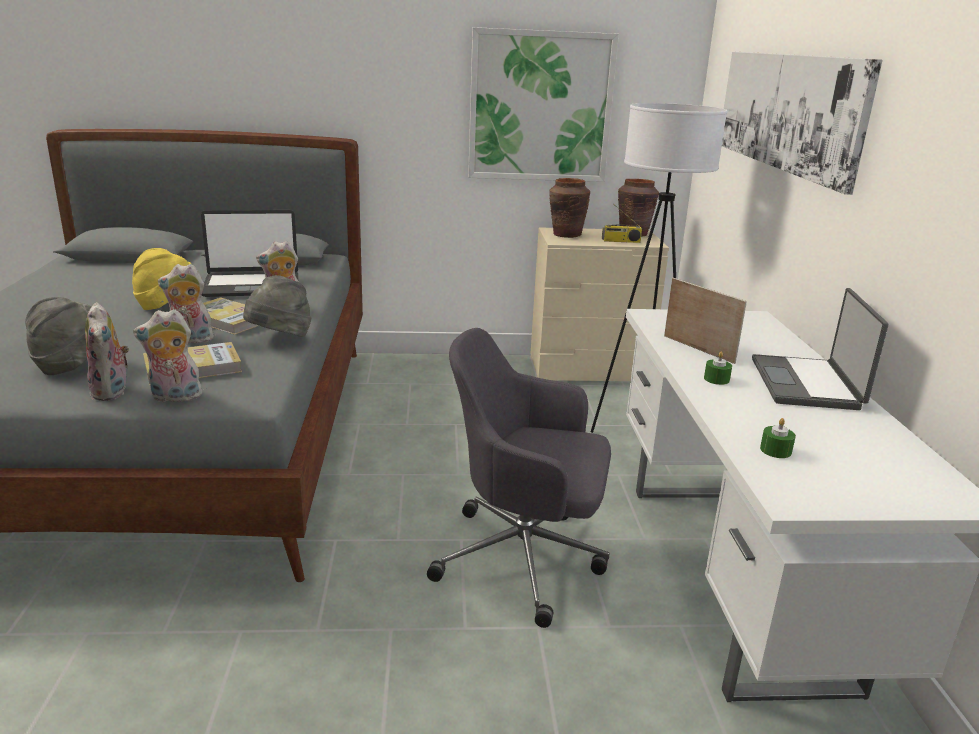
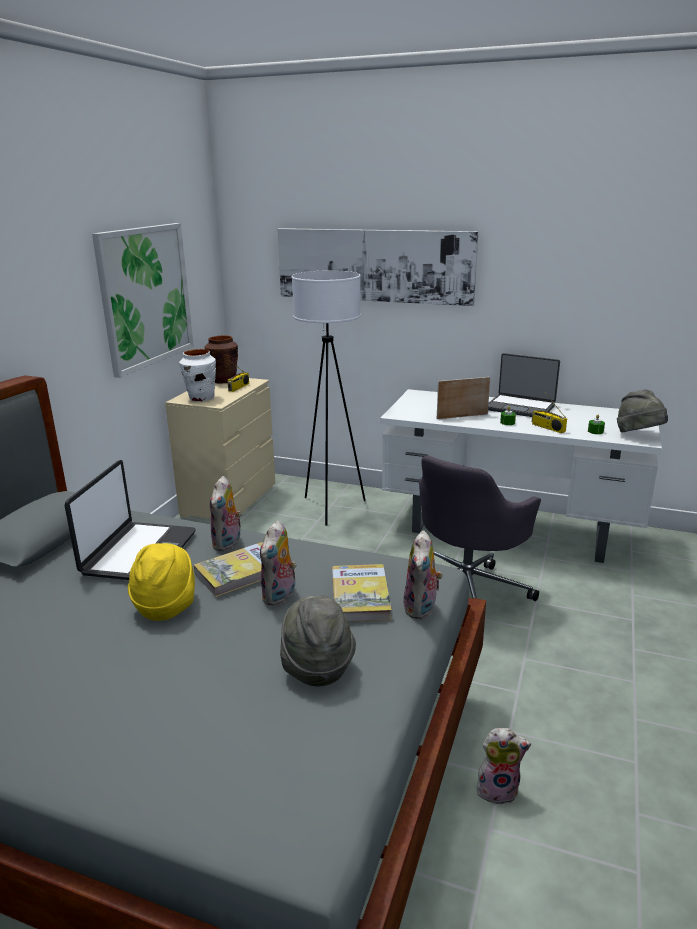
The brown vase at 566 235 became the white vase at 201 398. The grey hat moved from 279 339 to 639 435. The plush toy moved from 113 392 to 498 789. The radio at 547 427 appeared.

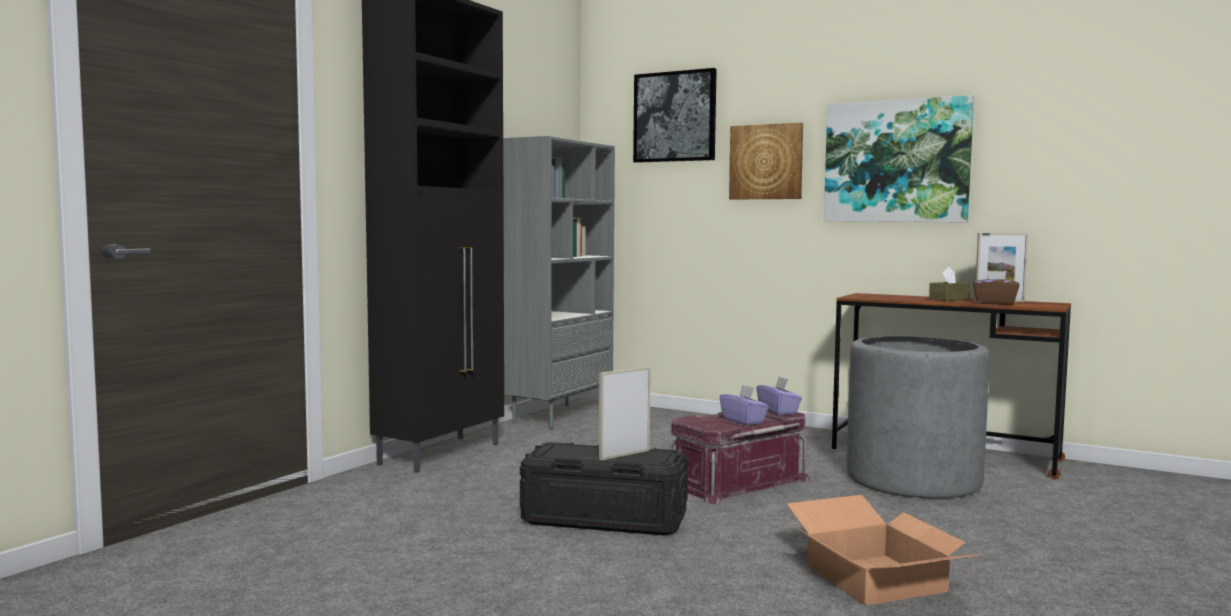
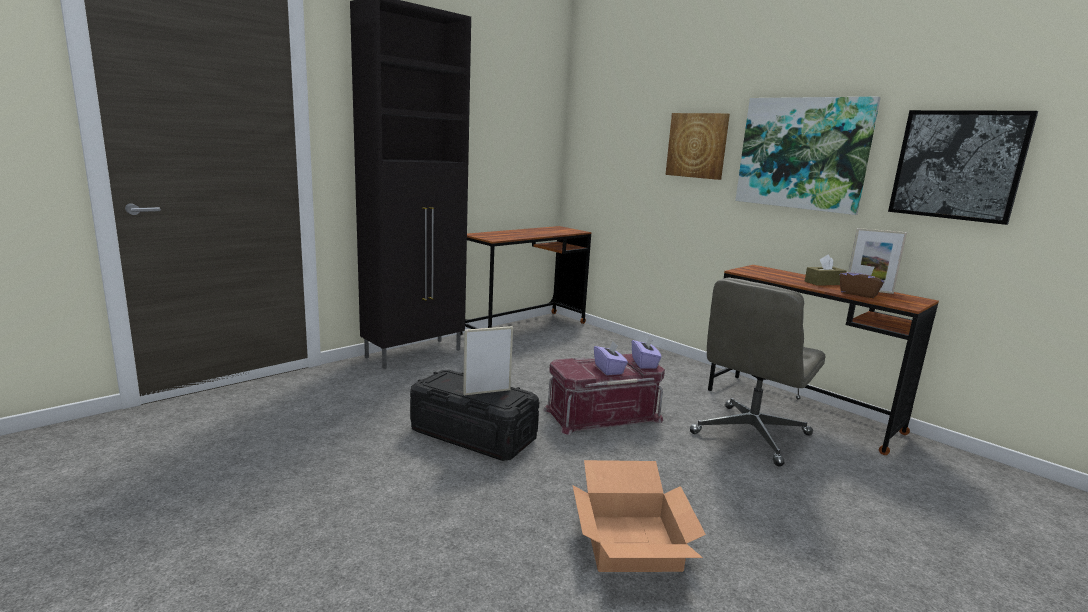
The picture moved from 675 117 to 958 165. The grey bookcase at 558 416 was replaced by the brown desk at 524 328. The grey planter at 912 480 was replaced by the grey office chair at 750 435.

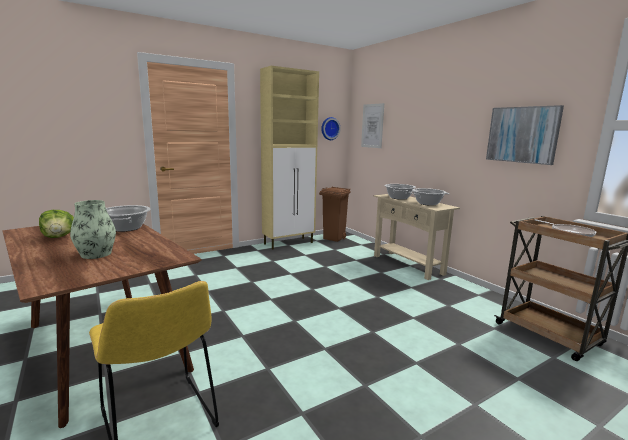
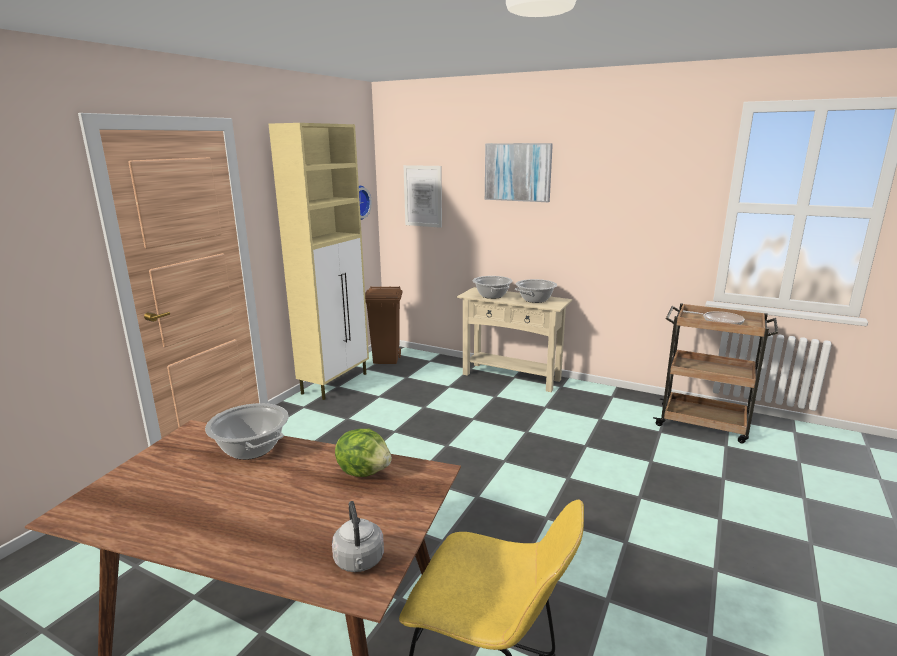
The picture moved from 522 134 to 518 172. The vase at 96 254 disappeared. The lettuce moved from 59 237 to 364 471. The grey kettle at 359 562 appeared.

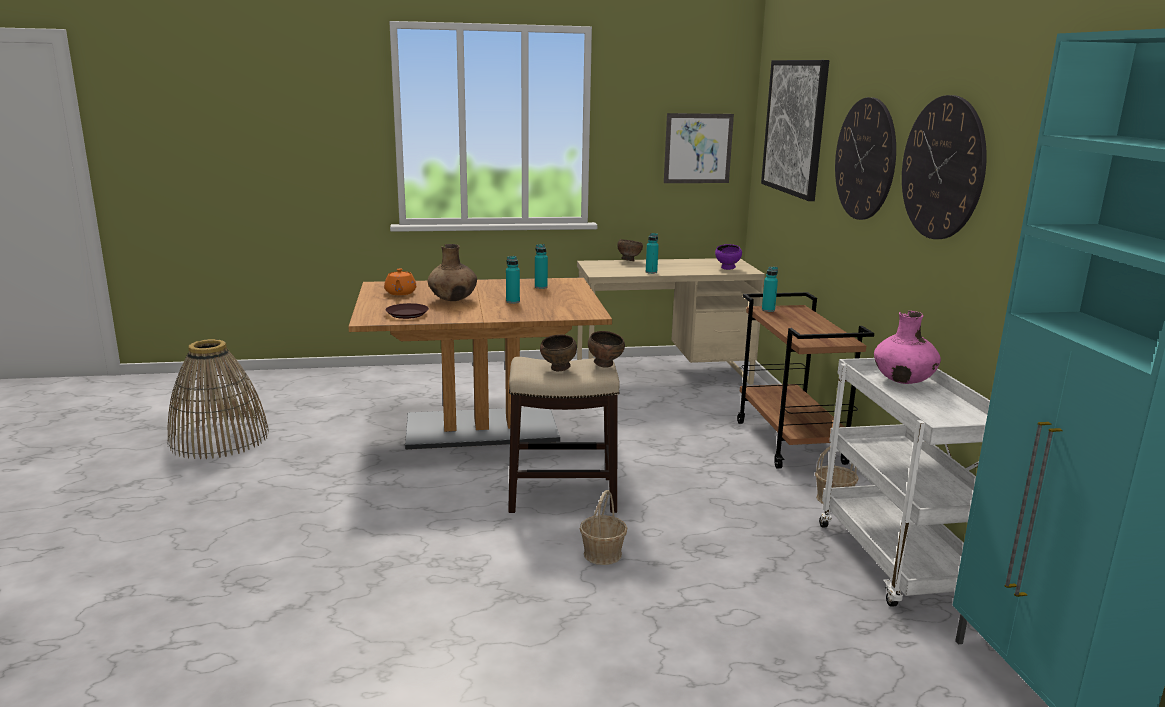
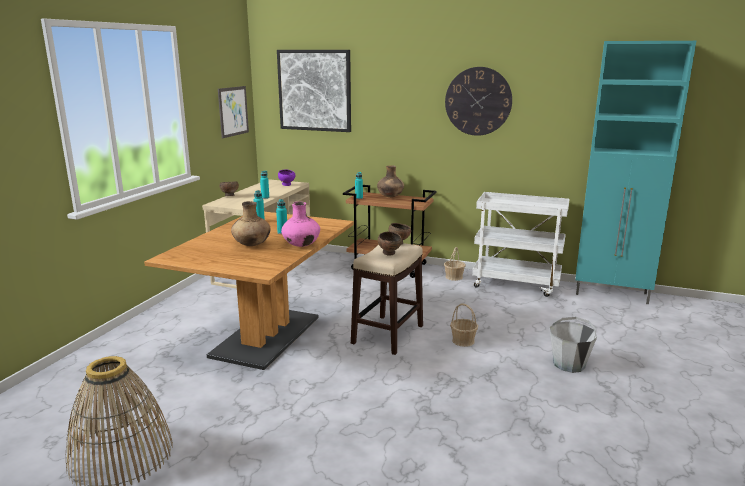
The wall clock at 865 159 disappeared. The orange teapot at 400 293 disappeared. The brown plate at 406 314 disappeared. The pink vase moved from 903 381 to 301 245. The brown vase at 390 197 appeared. The grey bucket at 569 364 appeared.

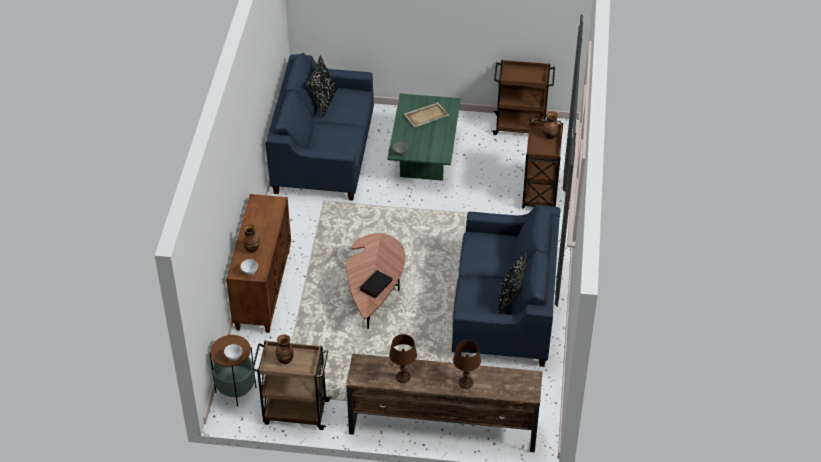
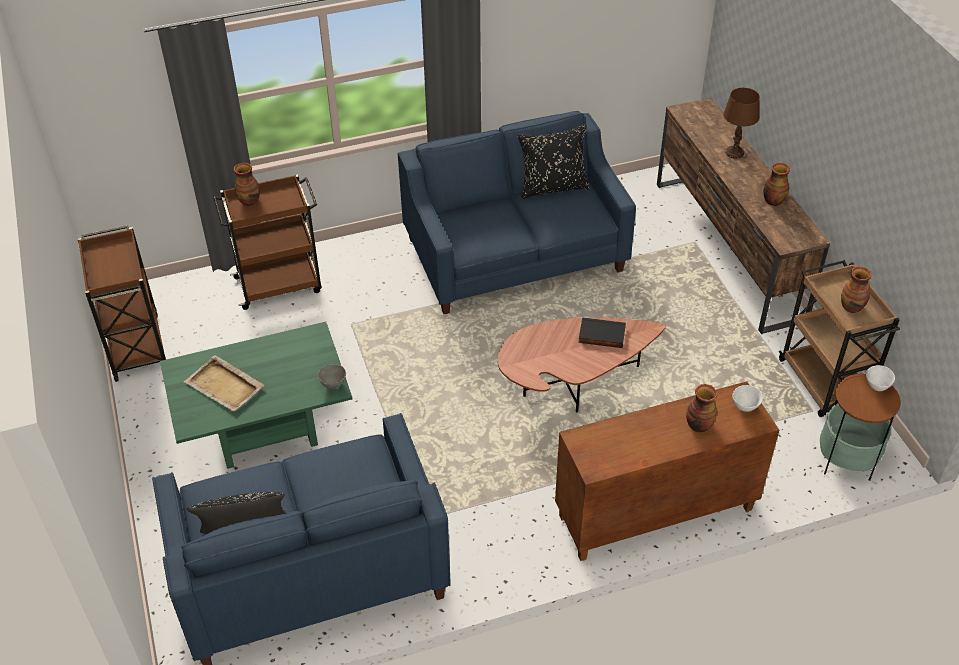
The brown table lamp at 403 377 was replaced by the vase at 773 201.

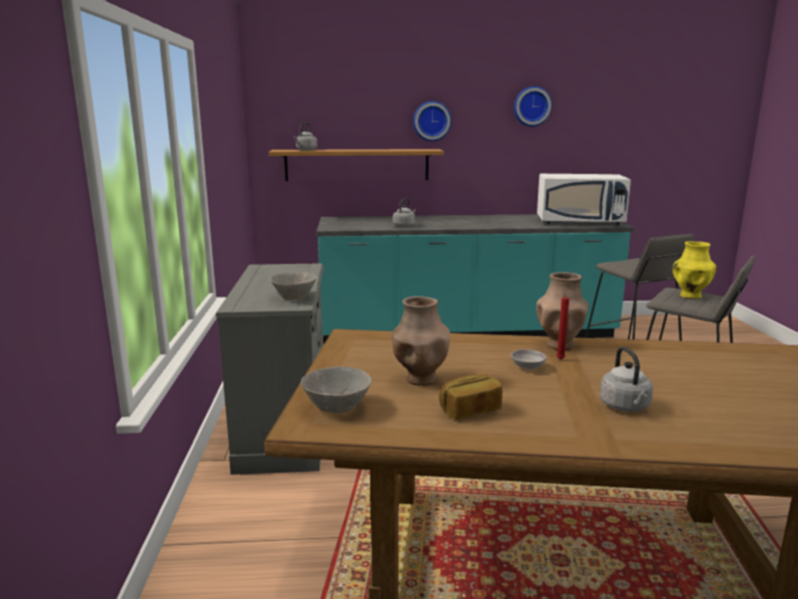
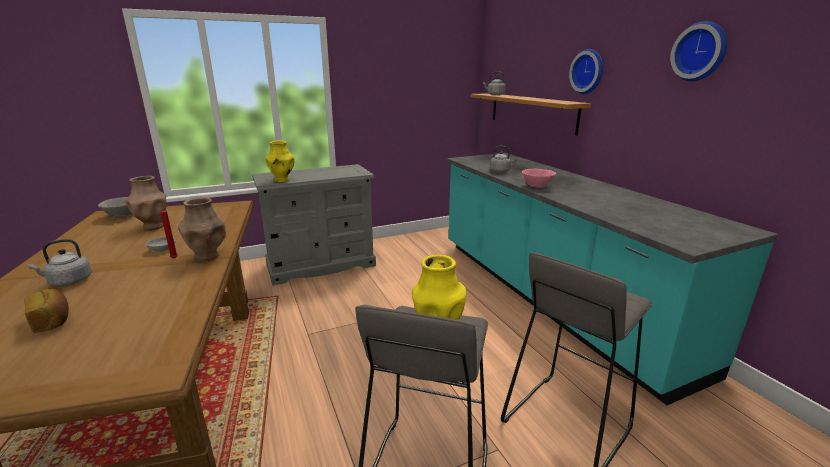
The white microwave at 580 222 disappeared. The grey bowl at 294 297 was replaced by the yellow vase at 282 180. The bread moved from 470 410 to 52 321. The pink bowl at 536 186 appeared.

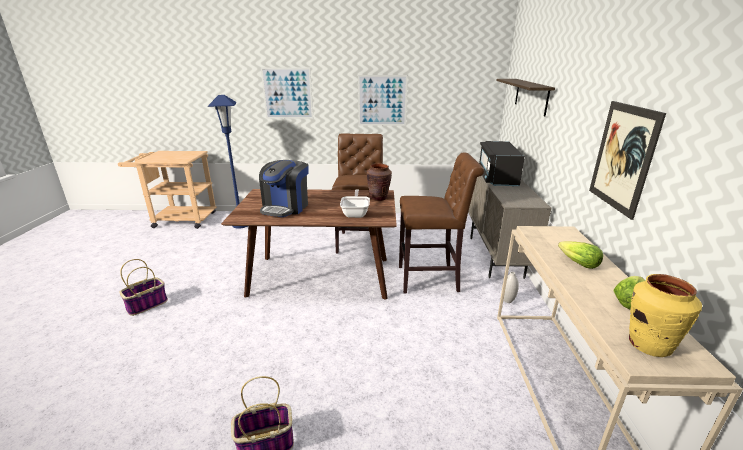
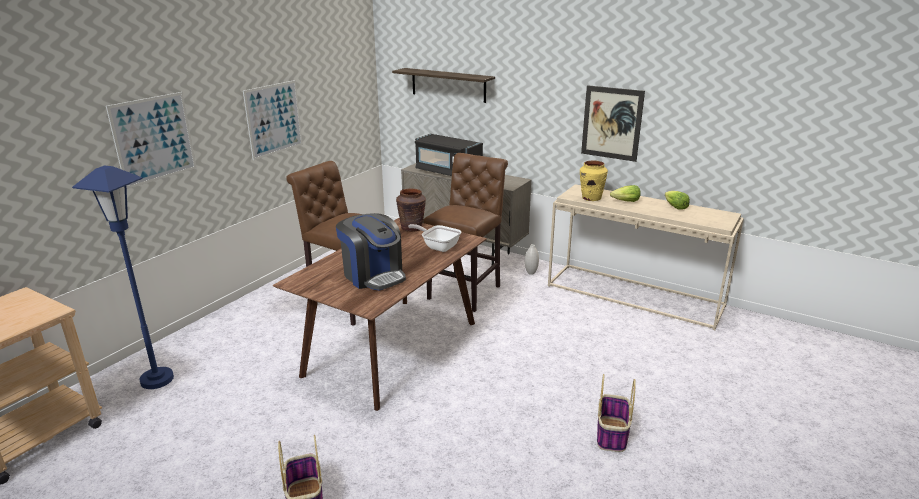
The yellow vase moved from 648 344 to 591 198.

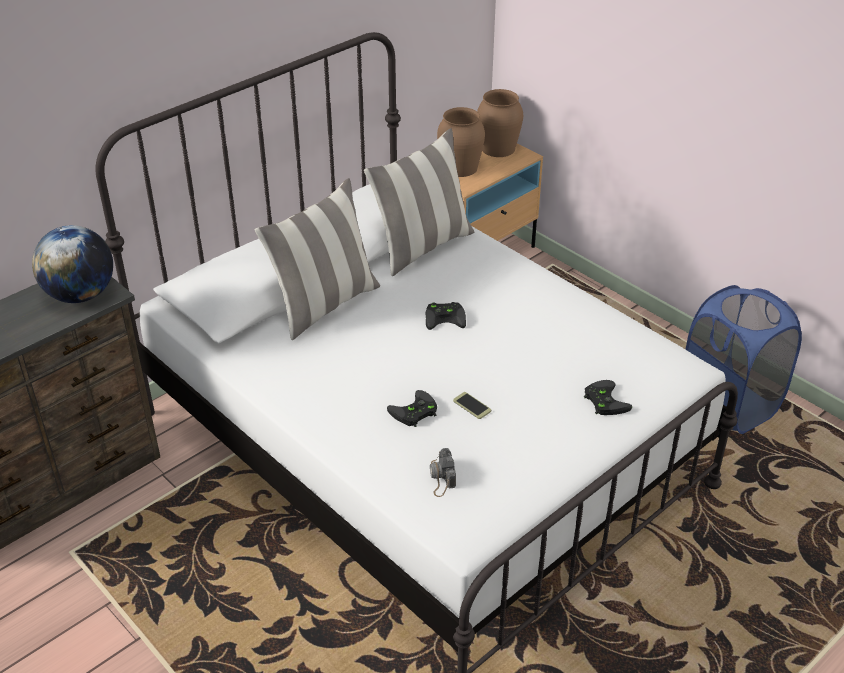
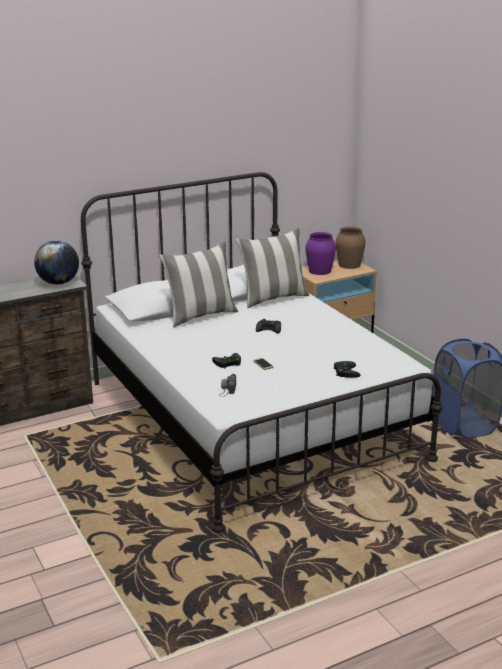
The brown vase at 459 168 became the purple vase at 319 271.

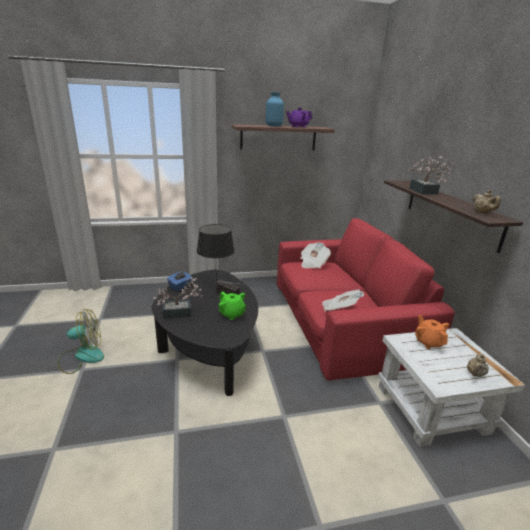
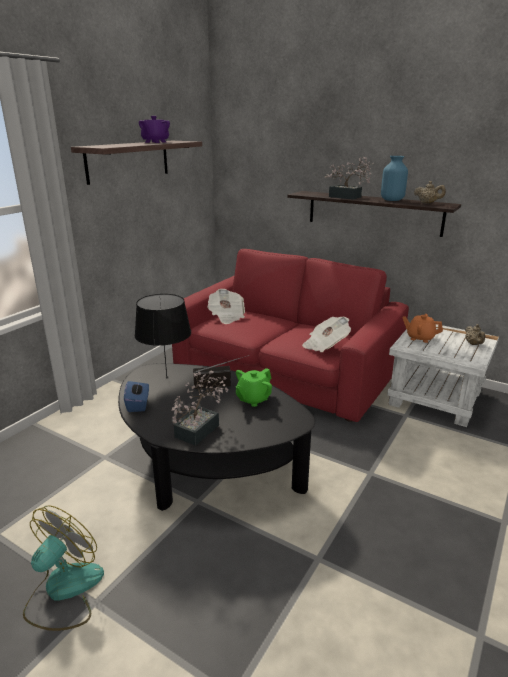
The blue vase moved from 273 126 to 391 200. The green teapot at 232 314 turned 135 degrees clockwise.

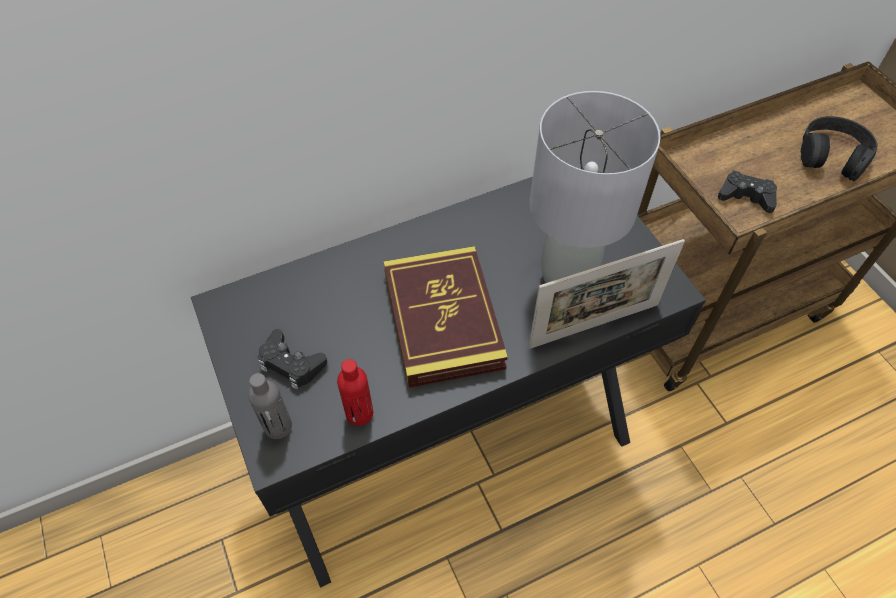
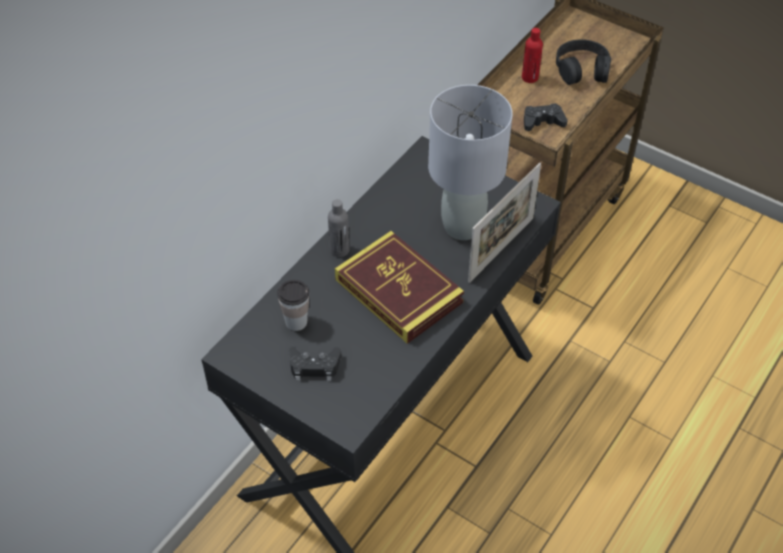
The red bottle moved from 359 413 to 530 77. The grey bottle moved from 278 426 to 339 250. The cup at 296 322 appeared.

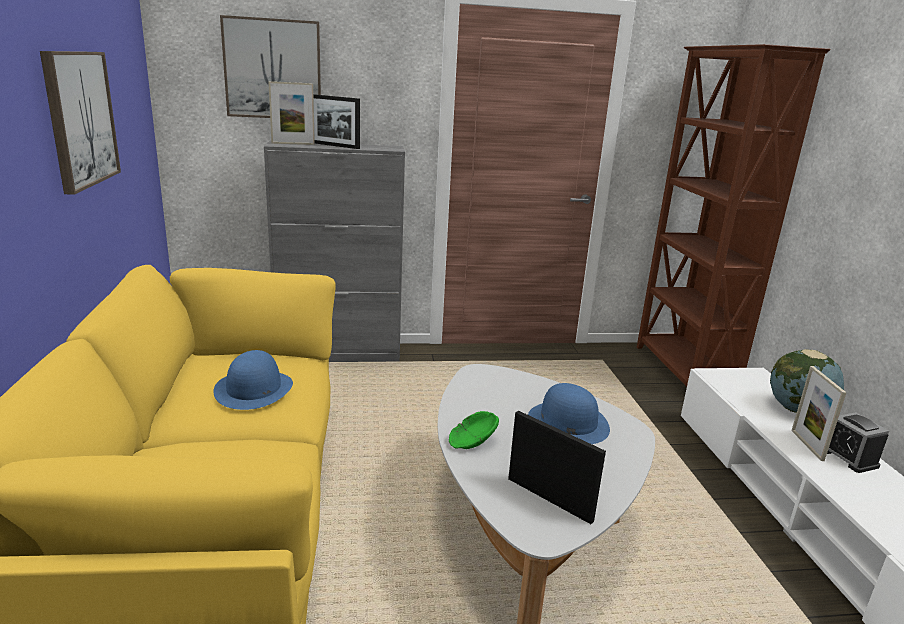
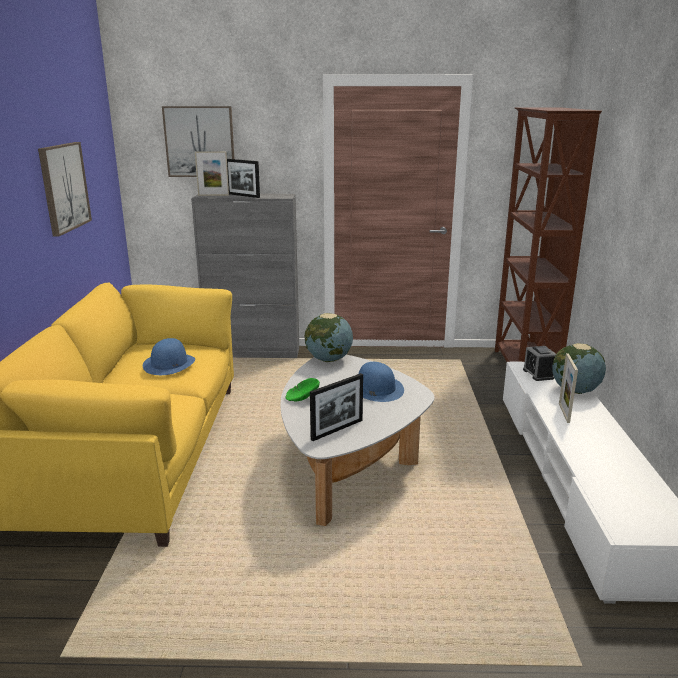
The picture frame at 549 499 turned 90 degrees clockwise. The alarm clock moved from 849 457 to 538 374. The globe at 329 359 appeared.

